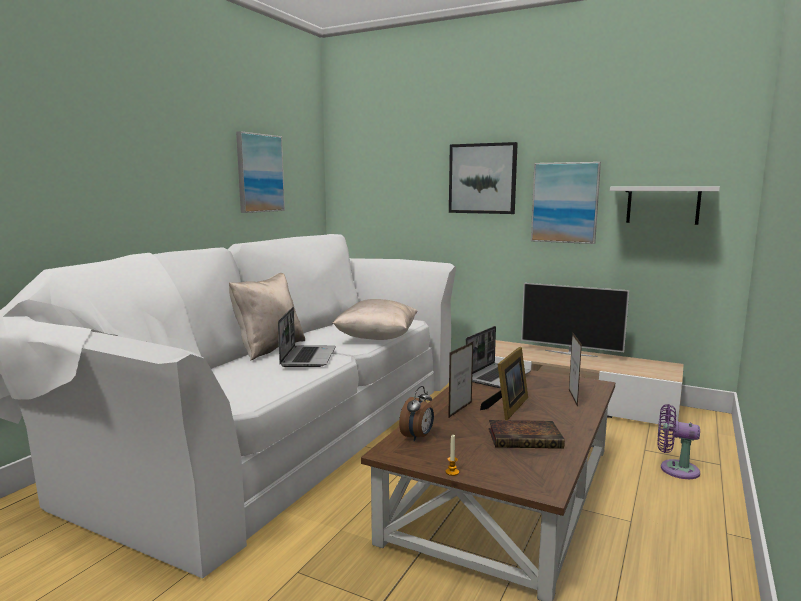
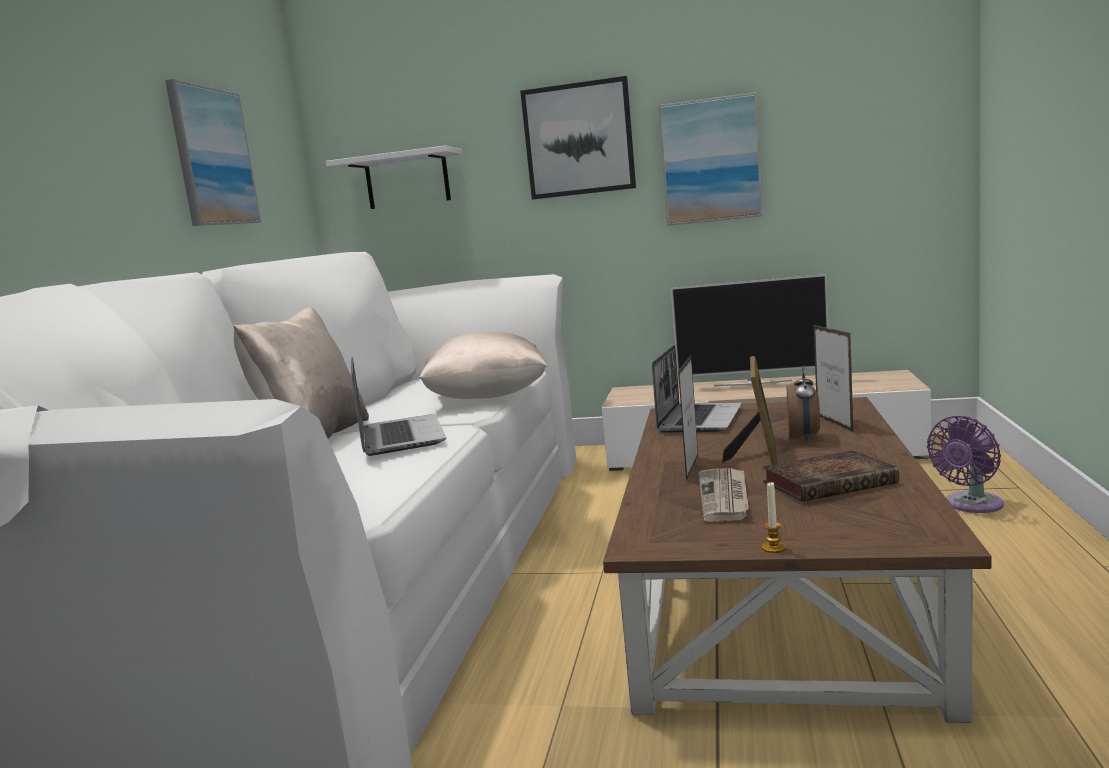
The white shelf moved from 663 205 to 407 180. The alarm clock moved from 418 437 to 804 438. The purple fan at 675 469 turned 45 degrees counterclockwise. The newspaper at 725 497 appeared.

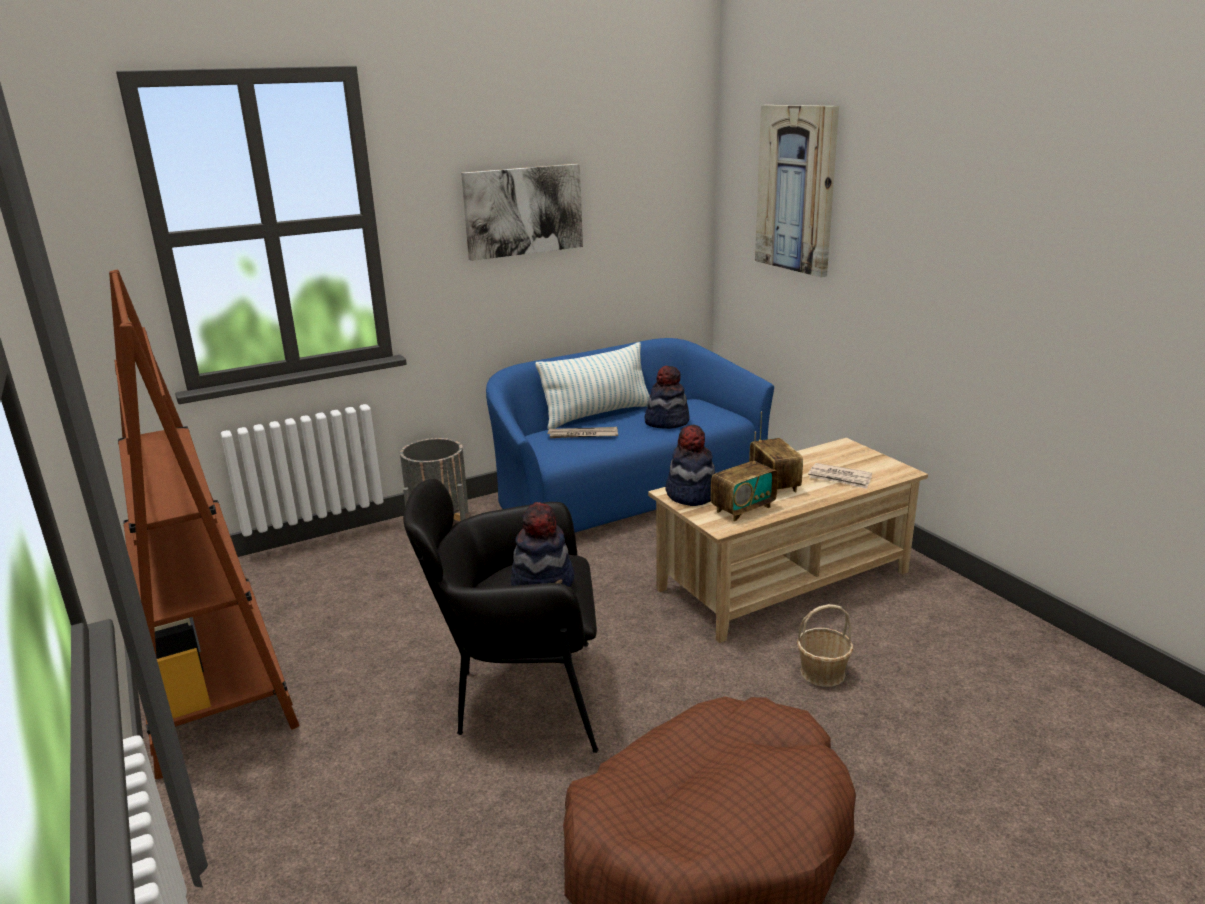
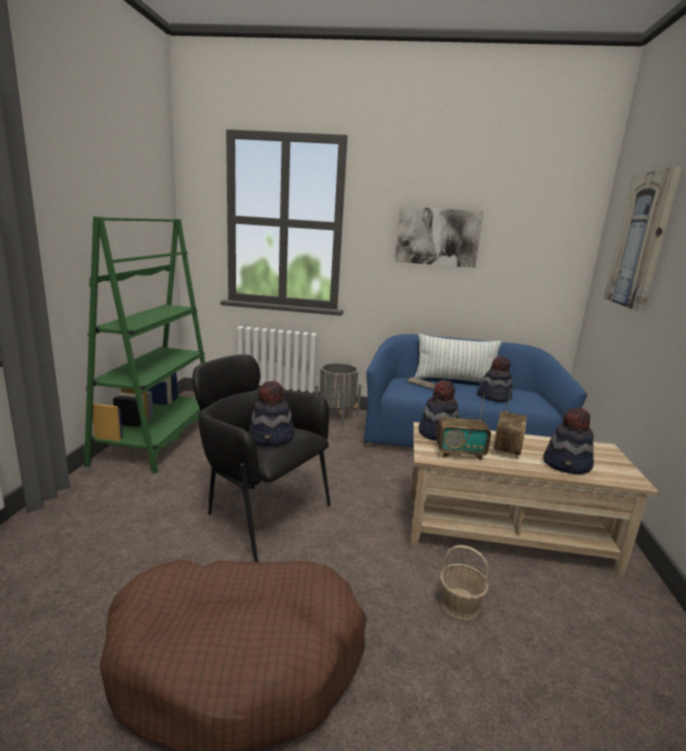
The brown bookcase at 213 680 became the green bookcase at 157 438. The newspaper at 840 478 was replaced by the hat at 567 465.

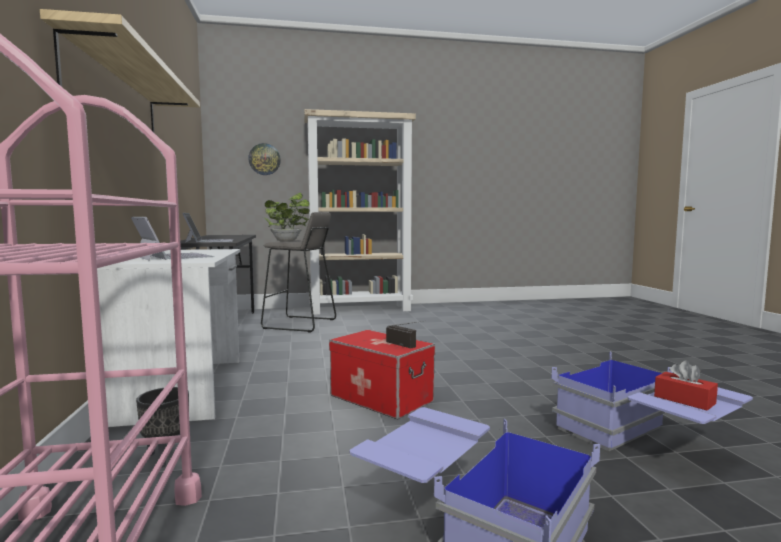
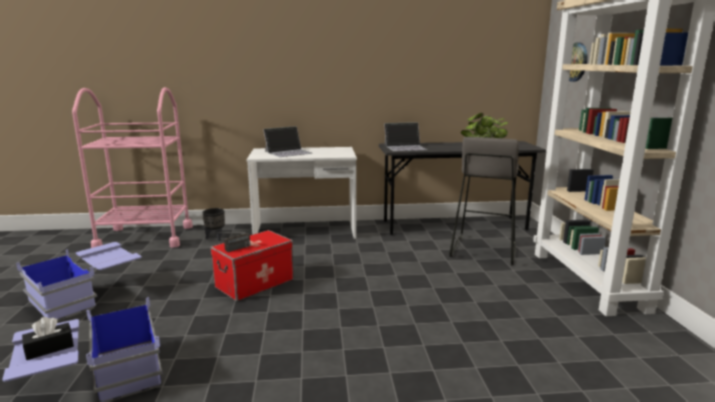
The shelf at 115 92 disappeared. The red tissue box at 684 400 became the black tissue box at 49 348.

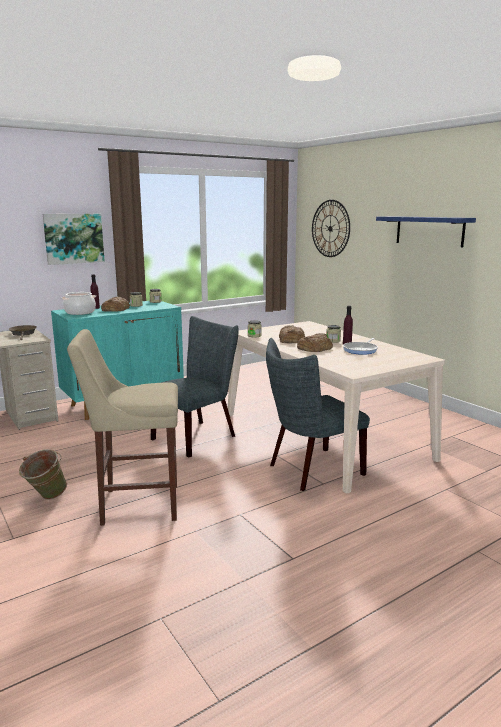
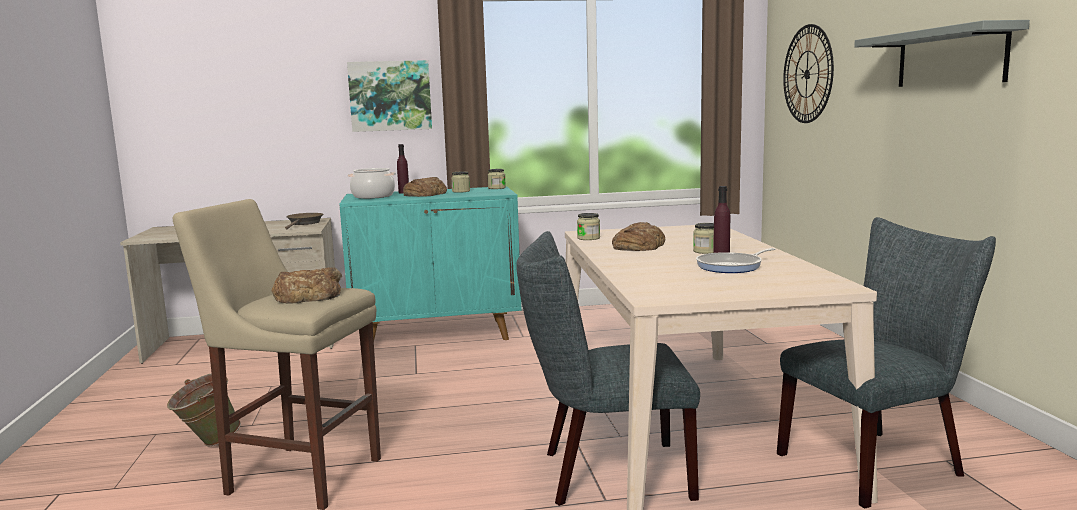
The blue shelf at 429 231 became the grey shelf at 950 57. The grey chair moved from 198 436 to 878 463. The bread moved from 315 347 to 308 295.

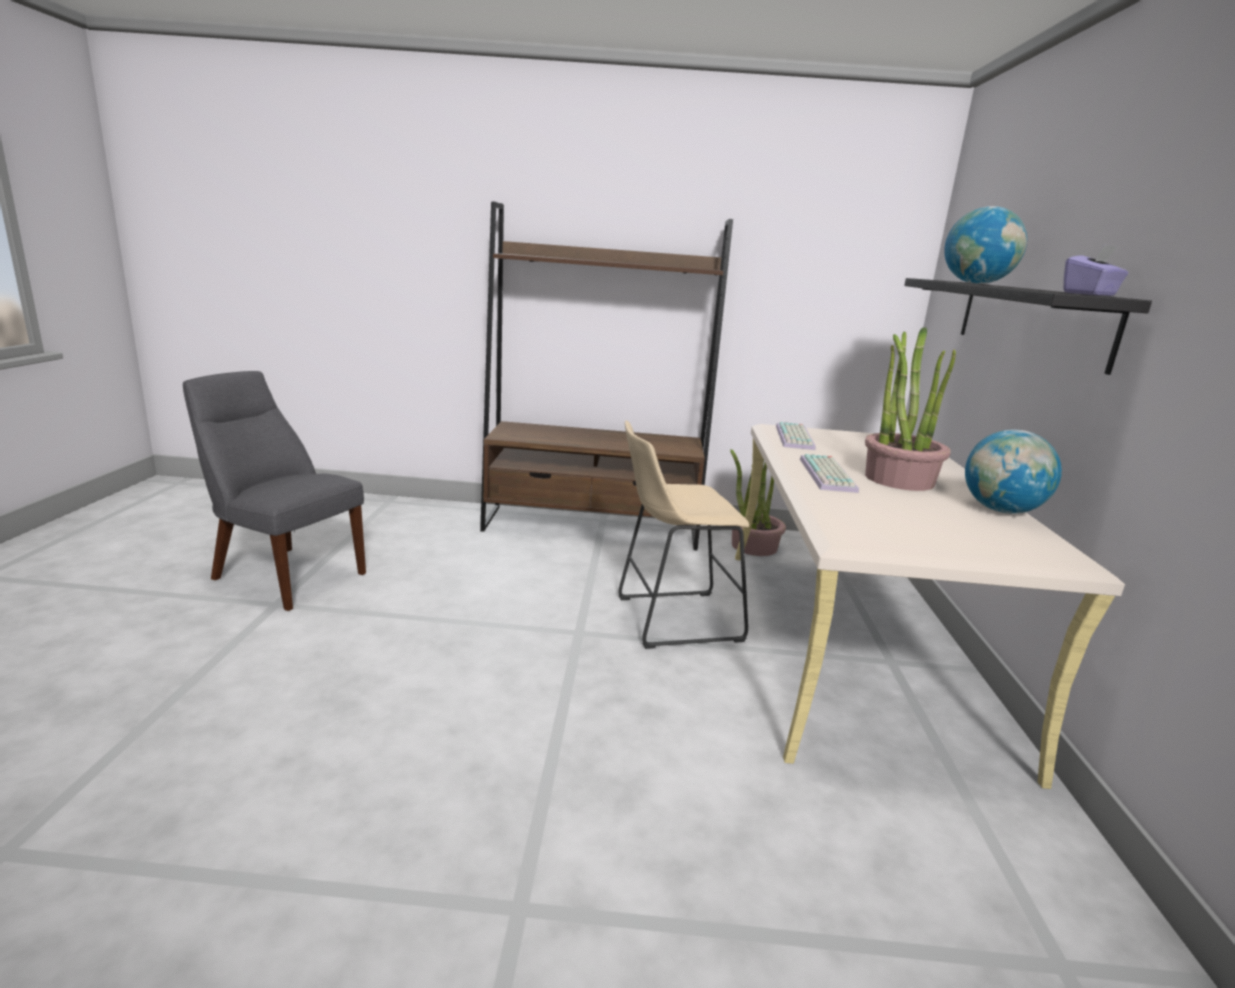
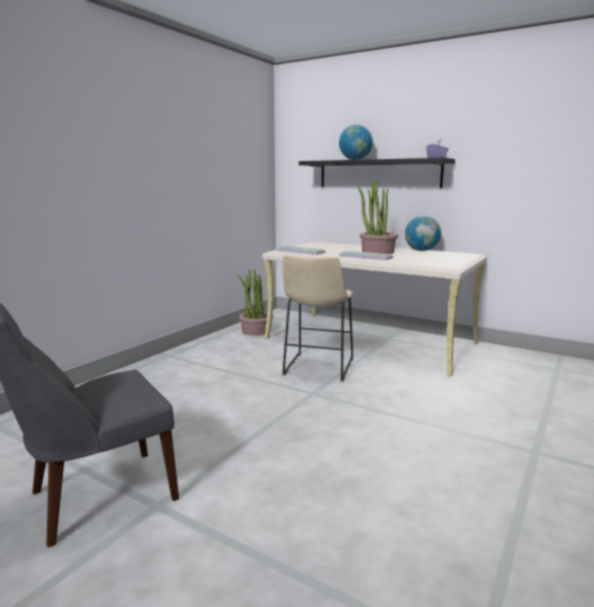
The brown bookcase at 592 528 disappeared.

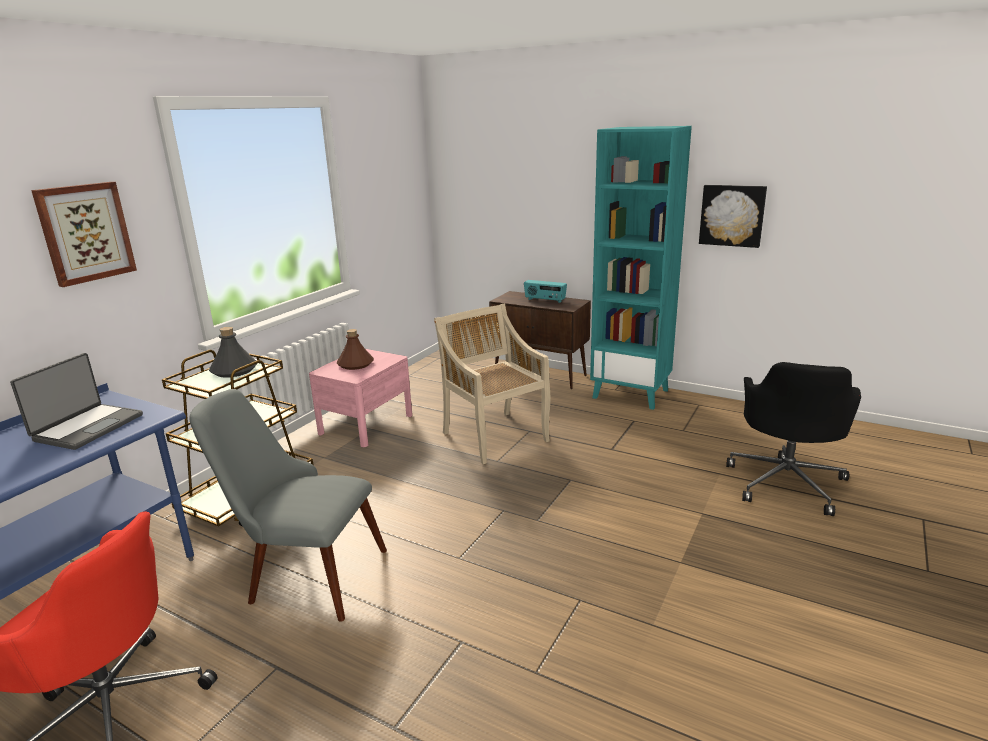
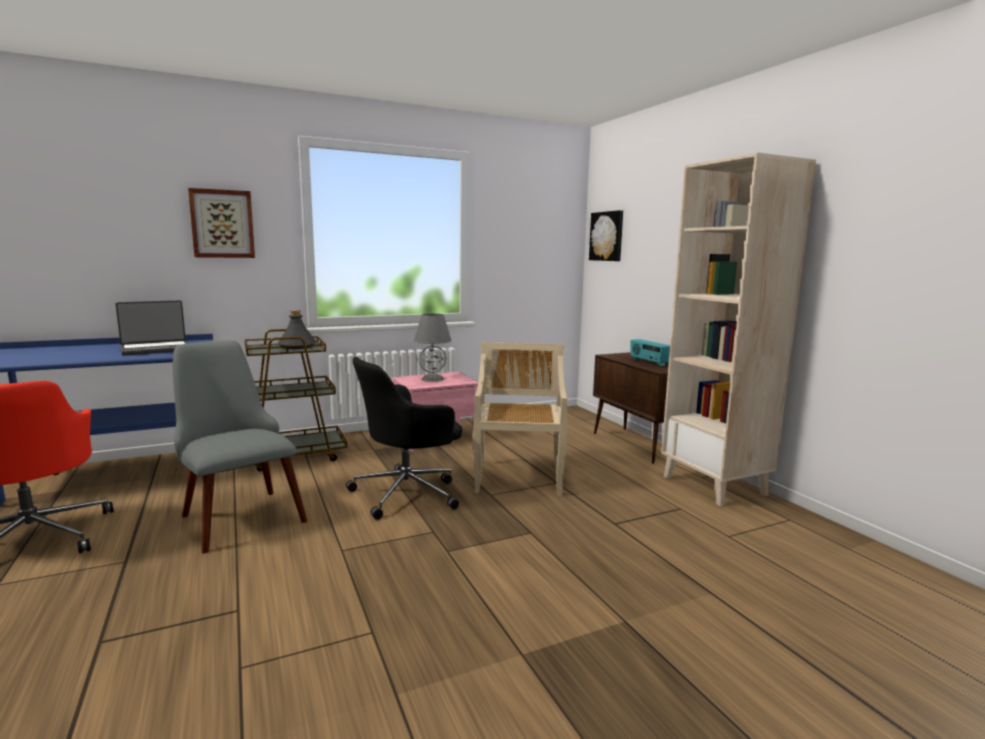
The turquoise bookcase at 631 394 became the beige bookcase at 715 485. The picture moved from 732 215 to 607 236. The brown bottle at 355 364 was replaced by the grey table lamp at 432 379. The black office chair moved from 786 482 to 408 493.

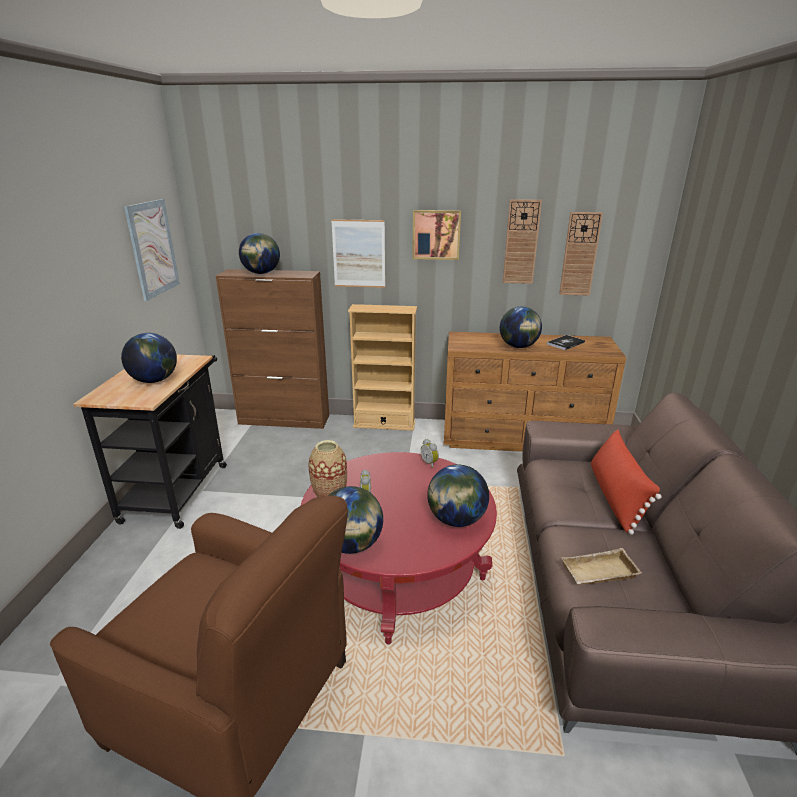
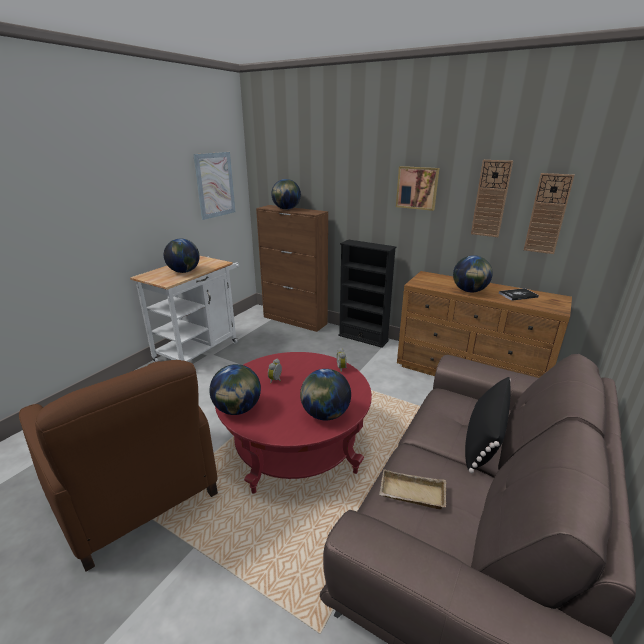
The picture at 359 254 disappeared. The beige bookcase at 384 424 became the black bookcase at 363 338. The black cart at 178 488 became the white cart at 201 349. The red pillow at 615 497 became the black pillow at 484 438. The vase at 329 493 disappeared.

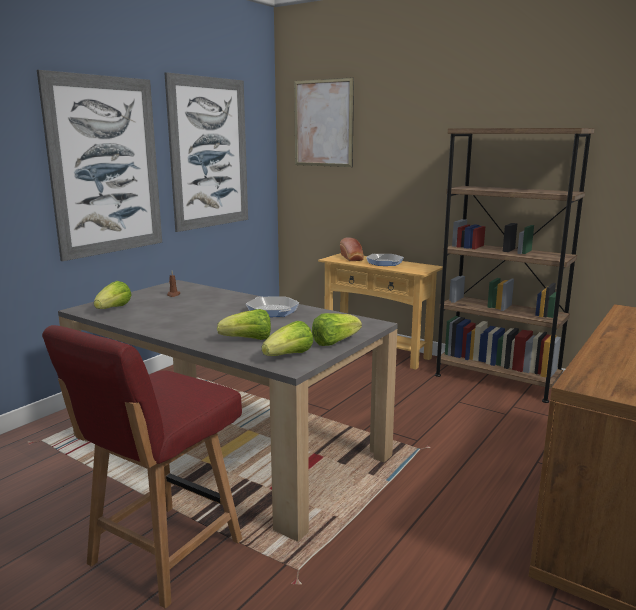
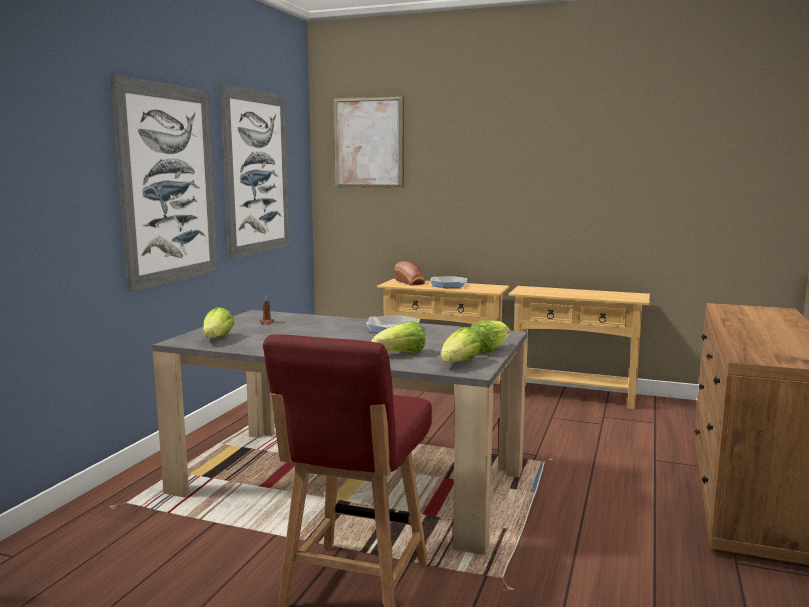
The brown bookcase at 496 380 was replaced by the beige console table at 573 396.

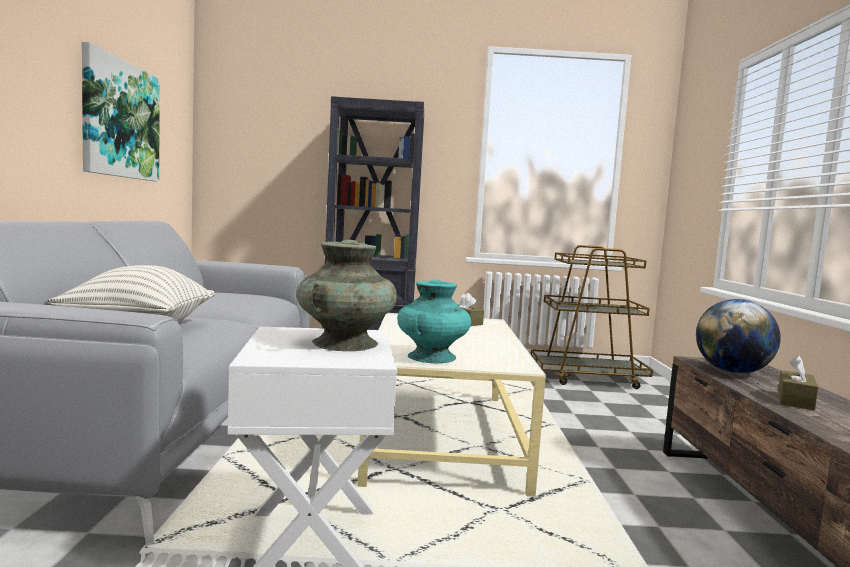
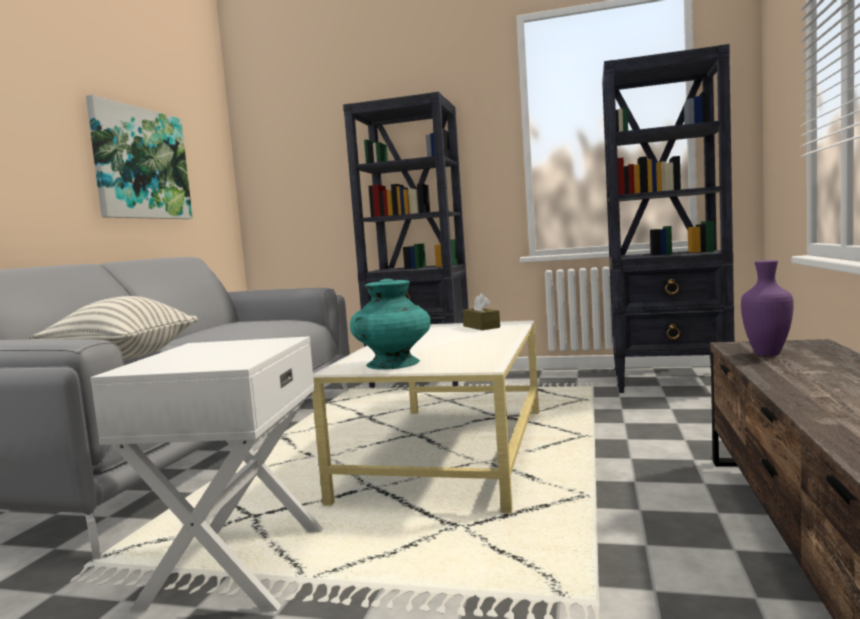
The turquoise vase at 345 343 disappeared. The brown cart at 587 378 was replaced by the black bookcase at 671 382. The globe at 732 372 was replaced by the purple vase at 768 354. The brown tissue box at 795 400 disappeared.

